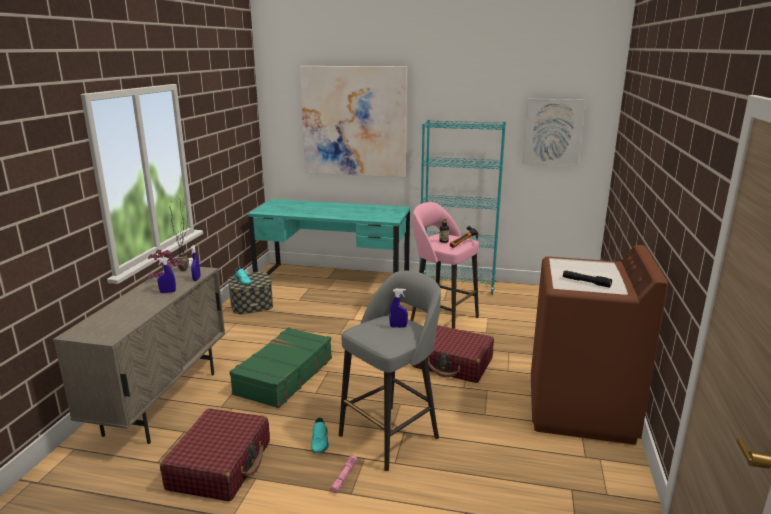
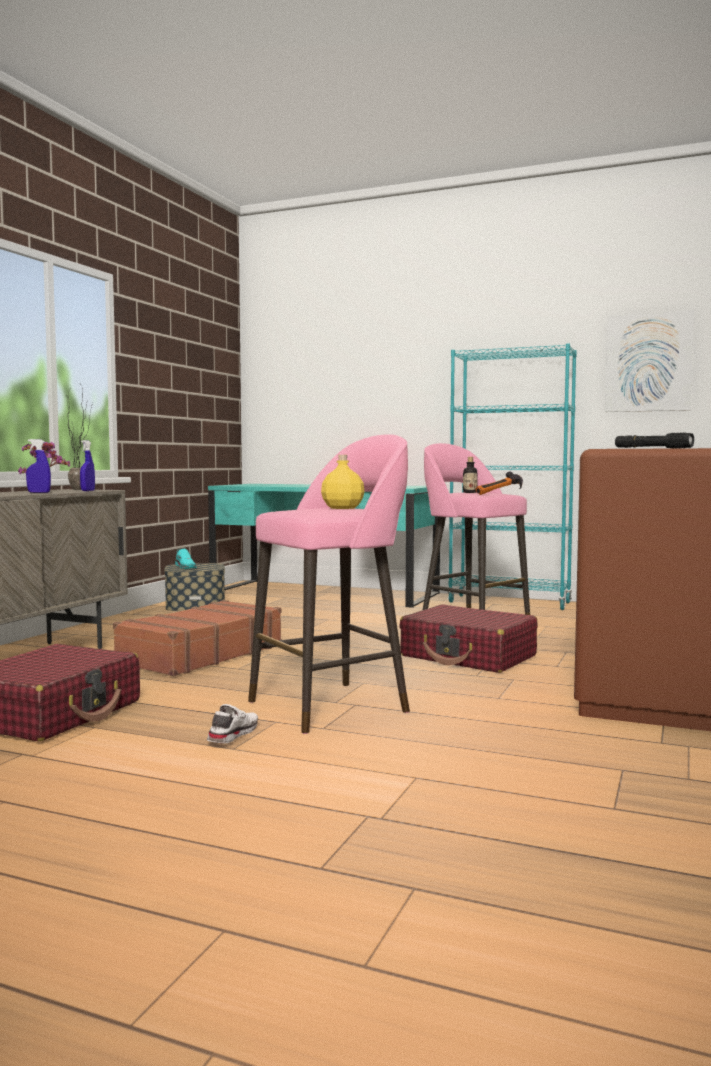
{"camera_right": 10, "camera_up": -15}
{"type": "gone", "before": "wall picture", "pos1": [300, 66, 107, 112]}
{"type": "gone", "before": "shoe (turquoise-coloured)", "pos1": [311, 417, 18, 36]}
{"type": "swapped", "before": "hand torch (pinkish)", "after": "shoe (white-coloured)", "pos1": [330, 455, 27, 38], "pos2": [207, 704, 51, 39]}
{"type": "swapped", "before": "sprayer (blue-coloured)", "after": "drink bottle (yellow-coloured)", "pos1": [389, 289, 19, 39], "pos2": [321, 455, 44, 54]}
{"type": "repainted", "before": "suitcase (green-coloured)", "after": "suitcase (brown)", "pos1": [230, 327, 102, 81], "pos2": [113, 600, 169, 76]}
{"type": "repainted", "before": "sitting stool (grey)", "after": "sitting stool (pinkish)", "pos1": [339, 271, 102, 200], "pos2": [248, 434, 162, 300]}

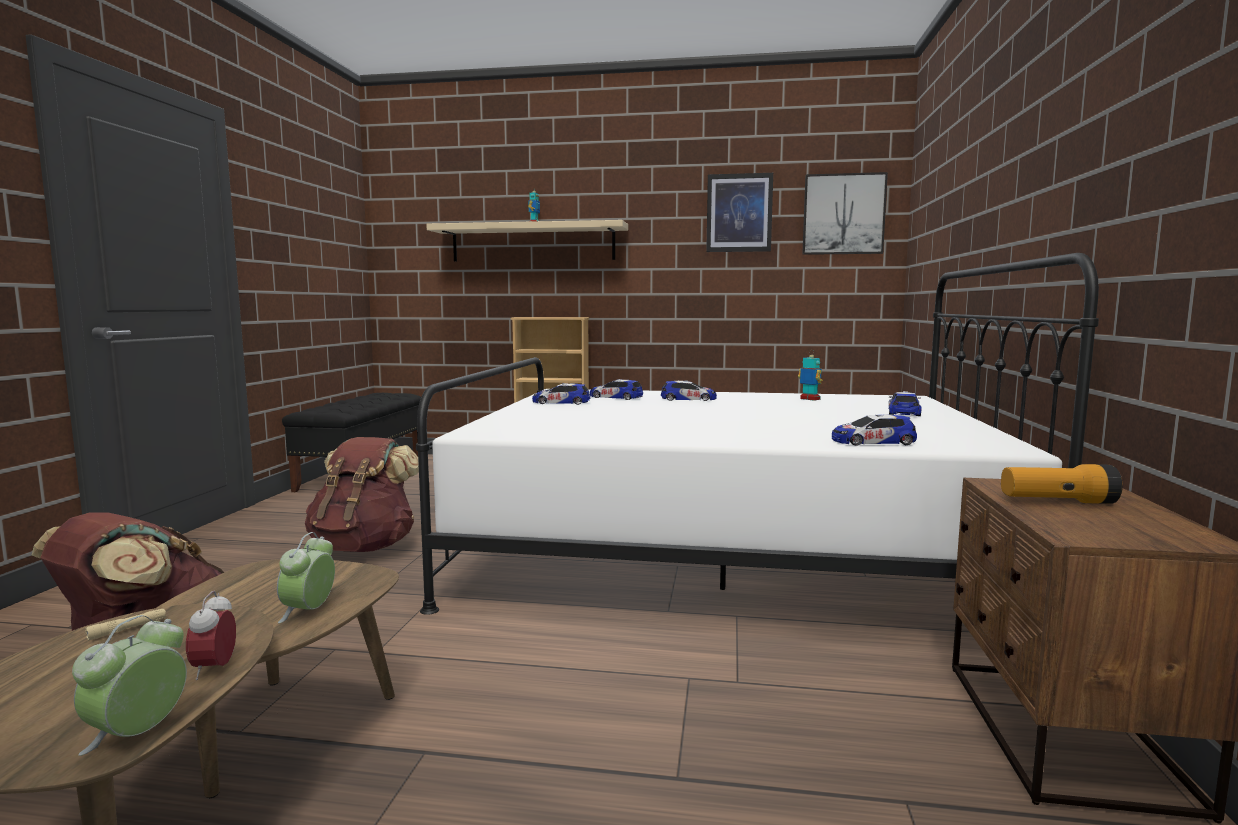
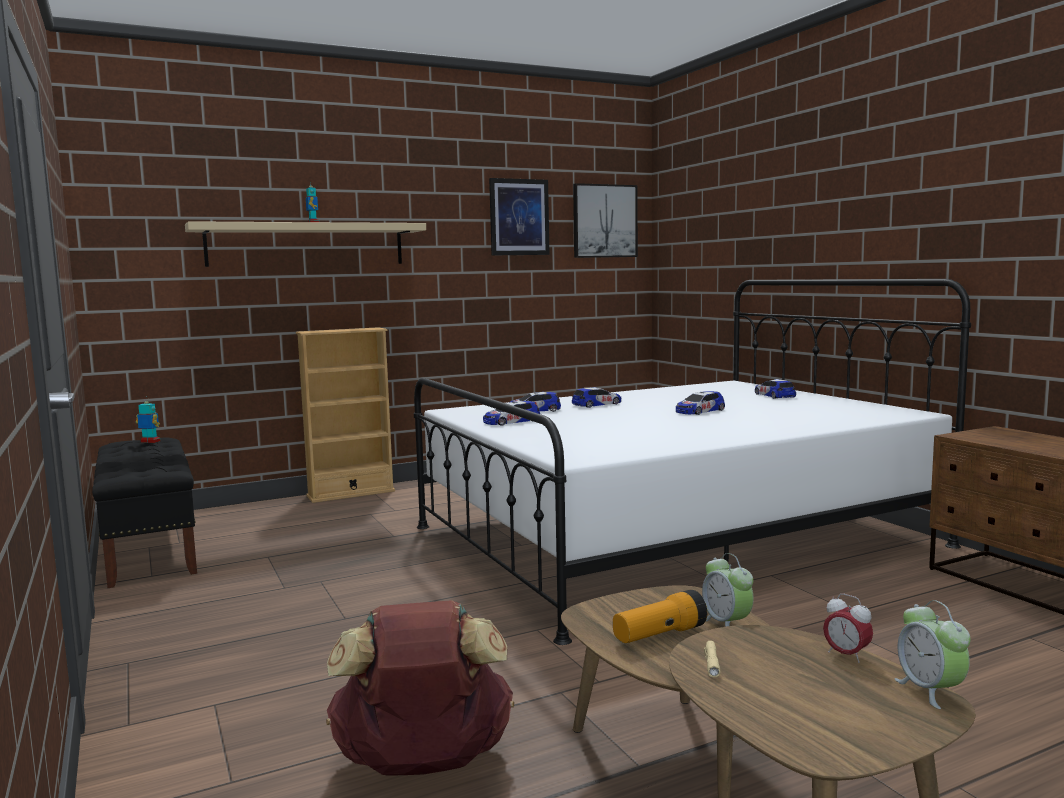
{"camera_right": -35, "camera_up": 0}
{"type": "gone", "before": "backpack (brown)", "pos1": [305, 437, 114, 115]}
{"type": "shifted", "before": "model robot", "pos1": [798, 351, 25, 50], "pos2": [136, 397, 25, 46]}
{"type": "shifted", "before": "toy car", "pos1": [832, 414, 85, 32], "pos2": [676, 391, 49, 24]}
{"type": "shifted", "before": "hand torch", "pos1": [1001, 464, 122, 40], "pos2": [613, 590, 94, 53]}

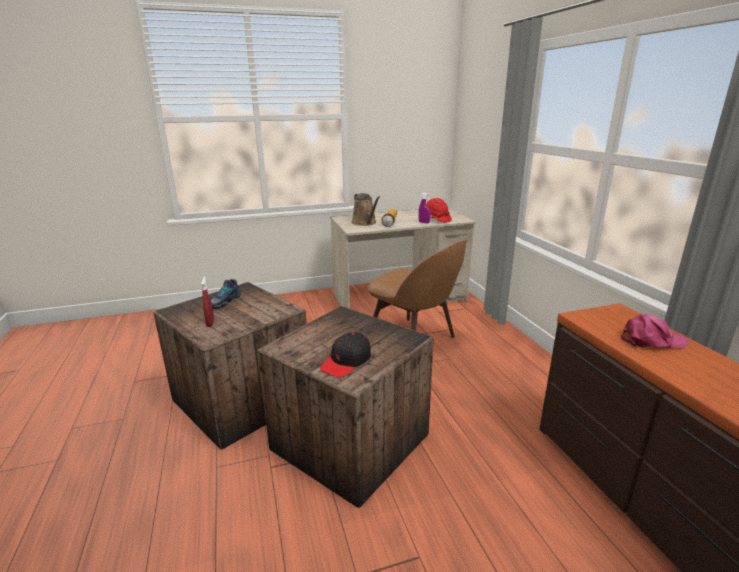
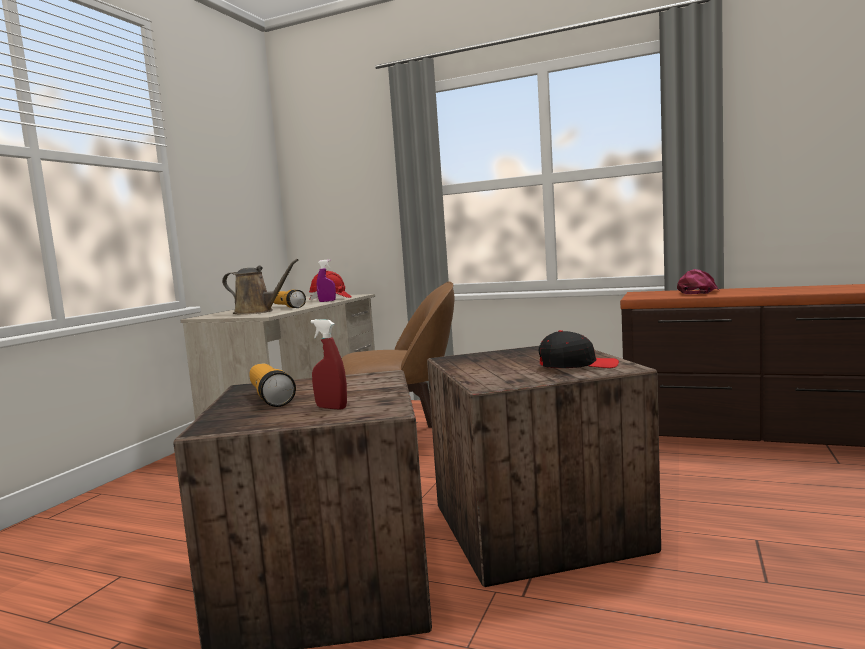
{"camera_right": -50, "camera_up": -15}
{"type": "swapped", "before": "shoe", "after": "hand torch", "pos1": [211, 279, 30, 30], "pos2": [249, 363, 47, 44]}
{"type": "rotated", "before": "peaked cap (black-coloured)", "pos1": [320, 332, 51, 46], "pos2": [538, 330, 81, 38], "turn": -75}

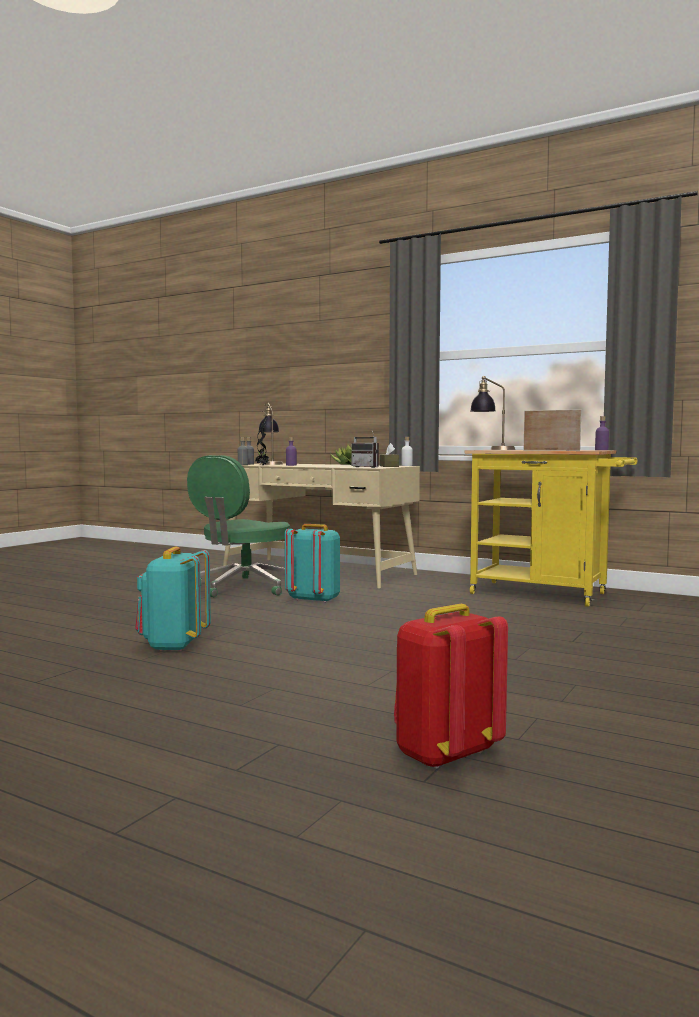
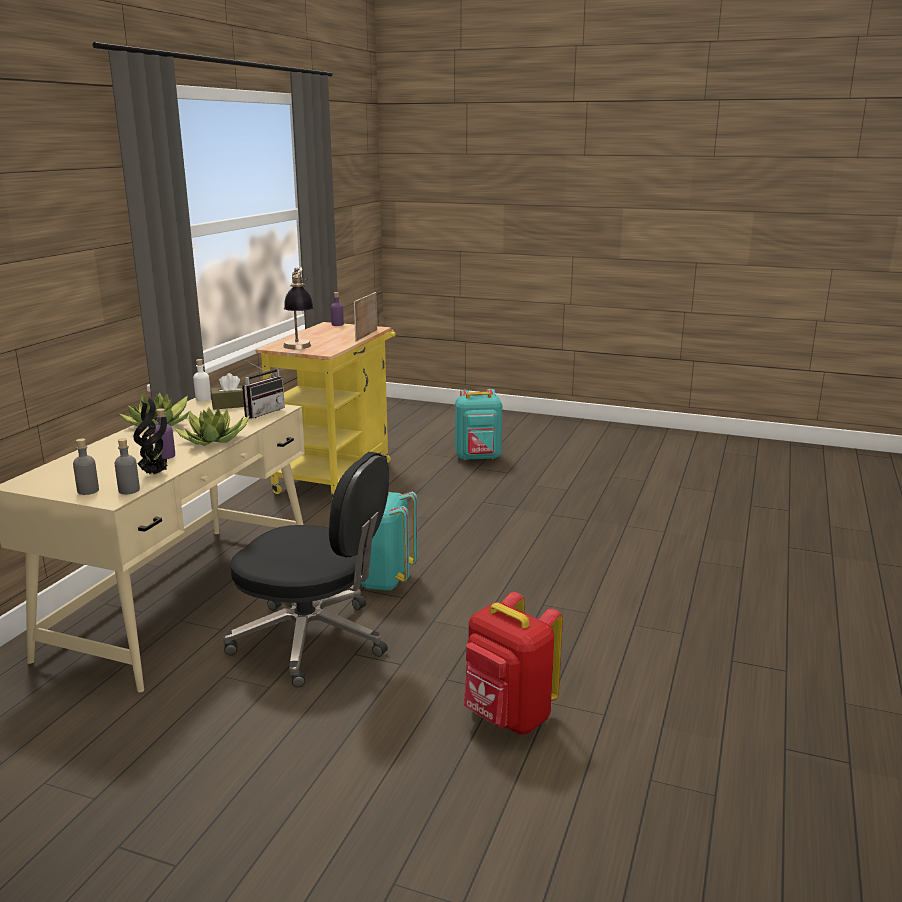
{"camera_right": -100, "camera_up": 15}
{"type": "gone", "before": "lamp for a table", "pos1": [258, 403, 25, 62]}
{"type": "new", "after": "houseplant", "pos2": [174, 408, 76, 38]}
{"type": "shifted", "before": "backpack (turquoise-coloured)", "pos1": [135, 547, 76, 105], "pos2": [455, 389, 47, 71]}
{"type": "shifted", "before": "backpack (reddish)", "pos1": [394, 604, 114, 165], "pos2": [464, 592, 99, 142]}
{"type": "repainted", "before": "desk chair (green-coloured)", "after": "desk chair (black-coloured)", "pos1": [187, 455, 103, 142], "pos2": [223, 452, 166, 235]}

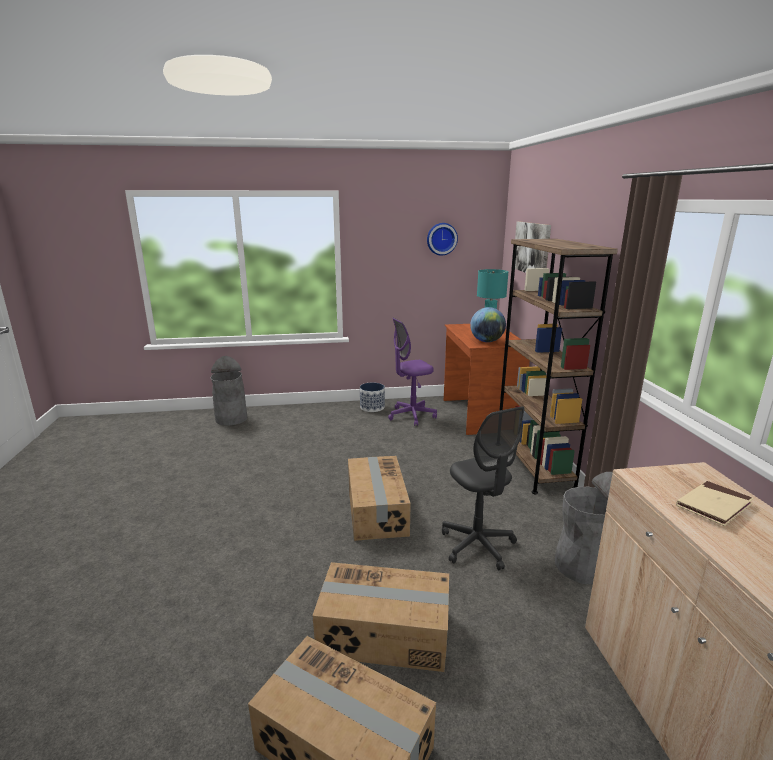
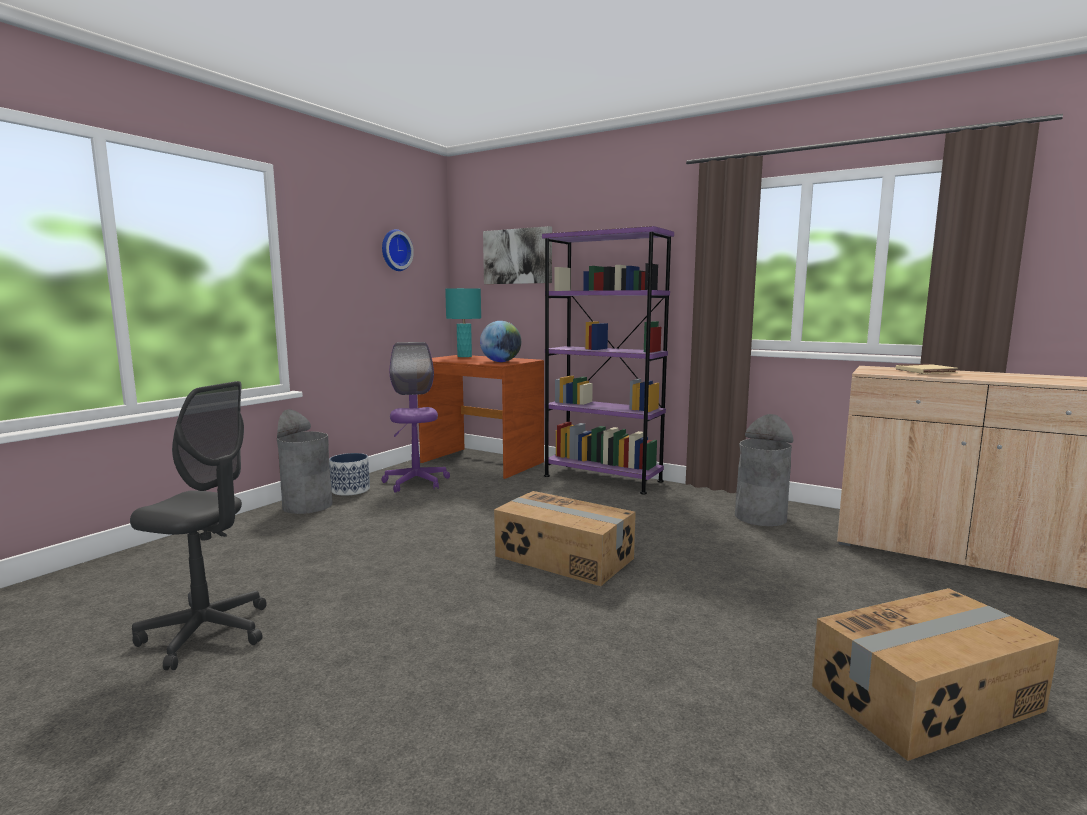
{"camera_right": -50, "camera_up": -10}
{"type": "gone", "before": "carton", "pos1": [312, 562, 137, 110]}
{"type": "shifted", "before": "waste bin (grey)", "pos1": [210, 356, 37, 70], "pos2": [277, 409, 56, 105]}
{"type": "shifted", "before": "desk chair (grey)", "pos1": [442, 406, 83, 164], "pos2": [130, 381, 137, 289]}
{"type": "repainted", "before": "bookcase (brown)", "after": "bookcase (purple)", "pos1": [499, 239, 119, 256], "pos2": [542, 226, 132, 268]}
{"type": "rotated", "before": "desk chair (purple)", "pos1": [388, 318, 49, 108], "pos2": [382, 342, 68, 151], "turn": 150}

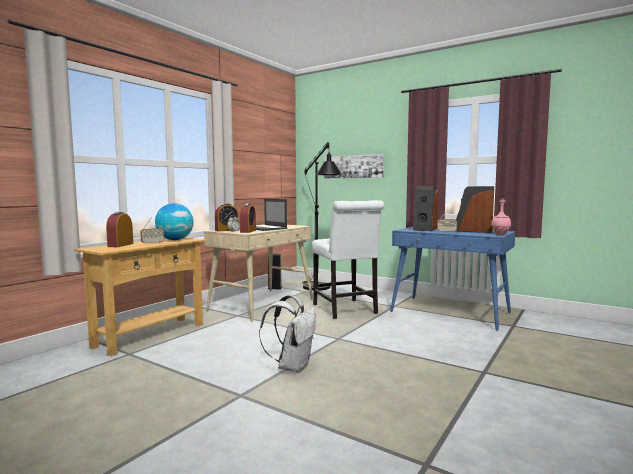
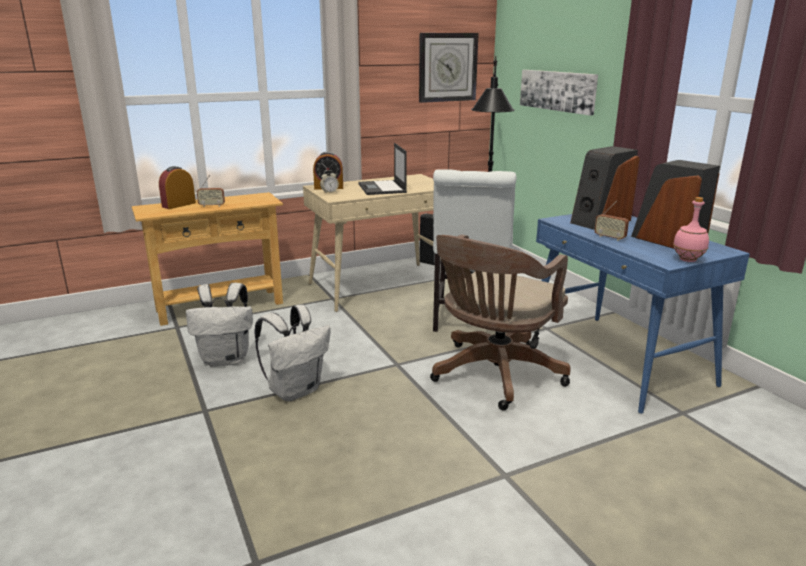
{"camera_right": 30, "camera_up": 15}
{"type": "gone", "before": "globe", "pos1": [155, 203, 39, 37]}
{"type": "gone", "before": "bedside clock", "pos1": [240, 204, 16, 29]}
{"type": "new", "after": "backpack (white-coloured)", "pos2": [186, 283, 67, 84]}
{"type": "new", "after": "wall clock", "pos2": [419, 33, 60, 70]}
{"type": "new", "after": "desk chair (brown)", "pos2": [430, 235, 141, 176]}

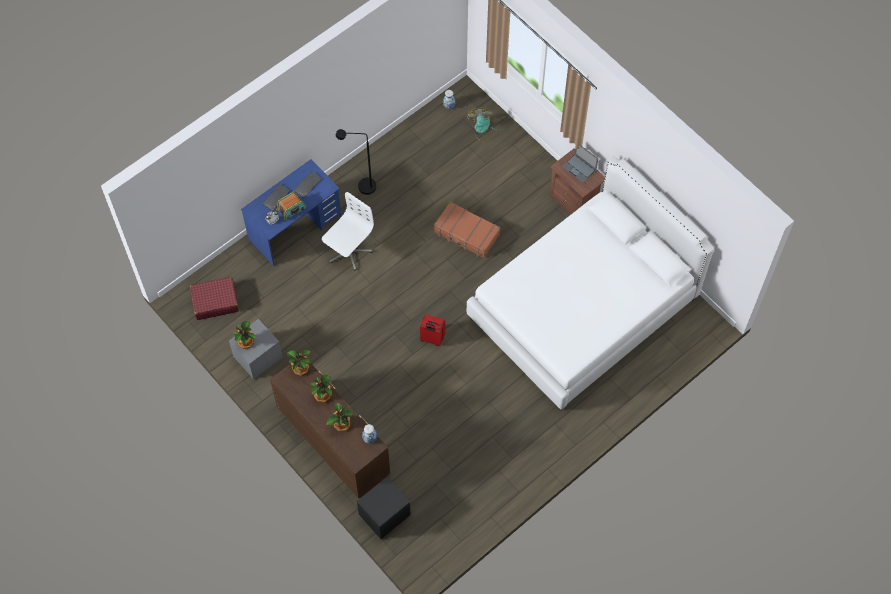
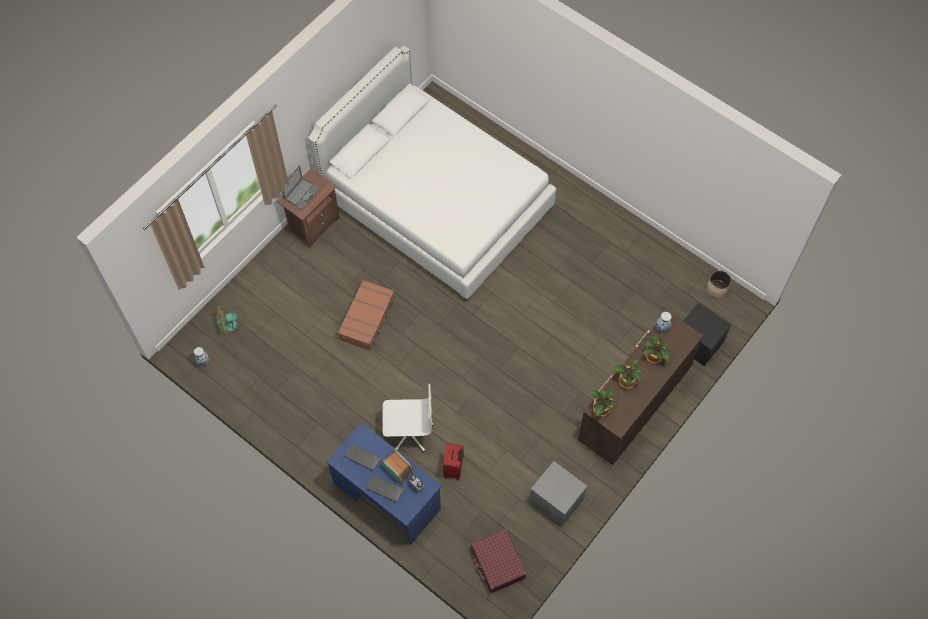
{"camera_right": -100, "camera_up": 0}
{"type": "gone", "before": "houseplant", "pos1": [233, 321, 23, 28]}
{"type": "gone", "before": "floor lamp (black-coloured)", "pos1": [336, 129, 40, 66]}
{"type": "new", "after": "planter", "pos2": [707, 270, 24, 28]}
{"type": "shifted", "before": "suitcase (reddish)", "pos1": [420, 314, 25, 32], "pos2": [443, 443, 20, 37]}
{"type": "rotated", "before": "desk chair (white-coloured)", "pos1": [322, 192, 52, 79], "pos2": [383, 383, 50, 69], "turn": 150}

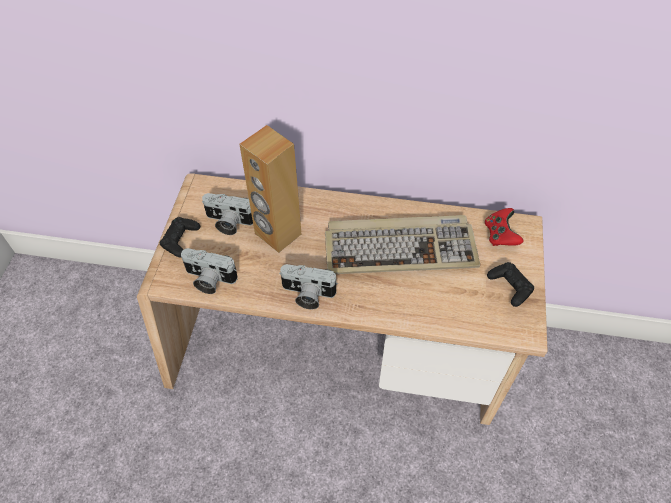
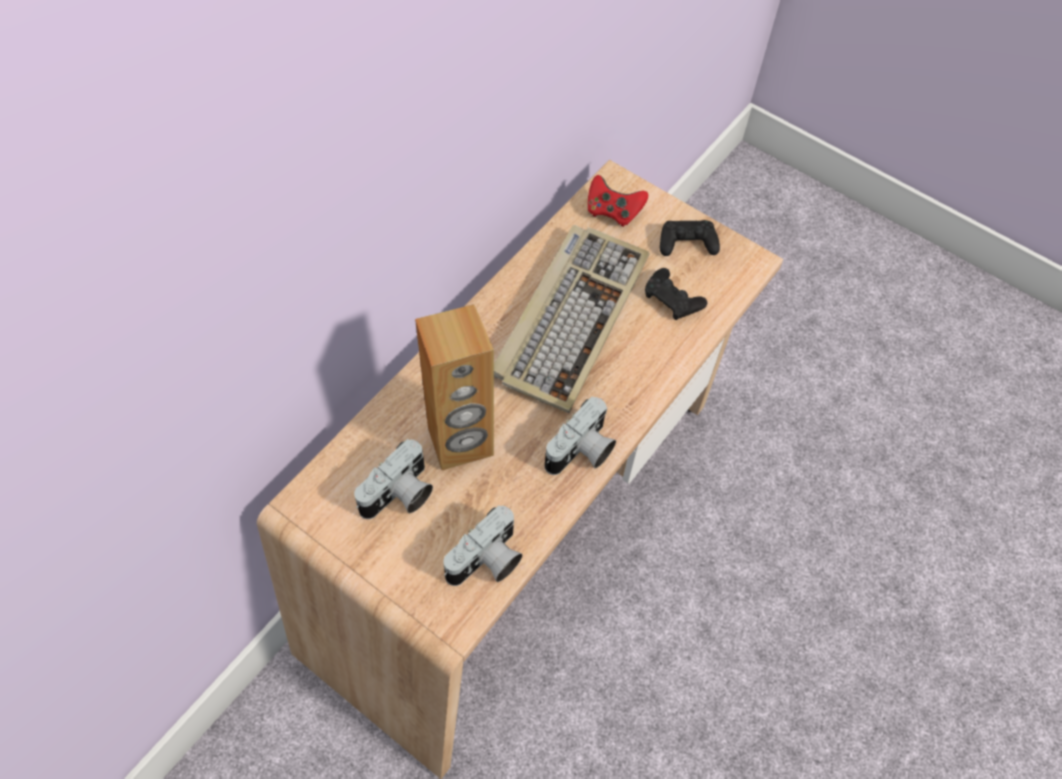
{"camera_right": -65, "camera_up": 5}
{"type": "shifted", "before": "game controller (black-coloured)", "pos1": [160, 217, 40, 41], "pos2": [645, 268, 62, 52]}

